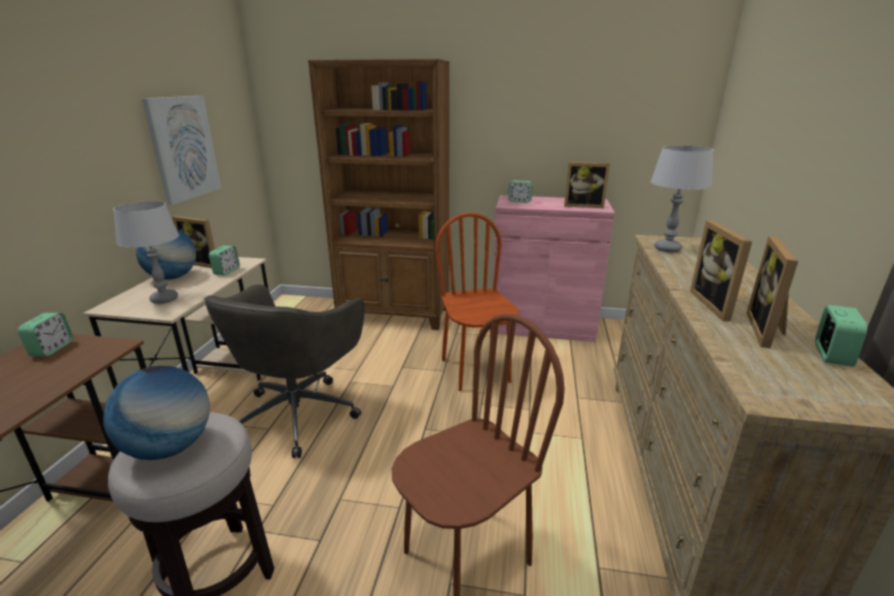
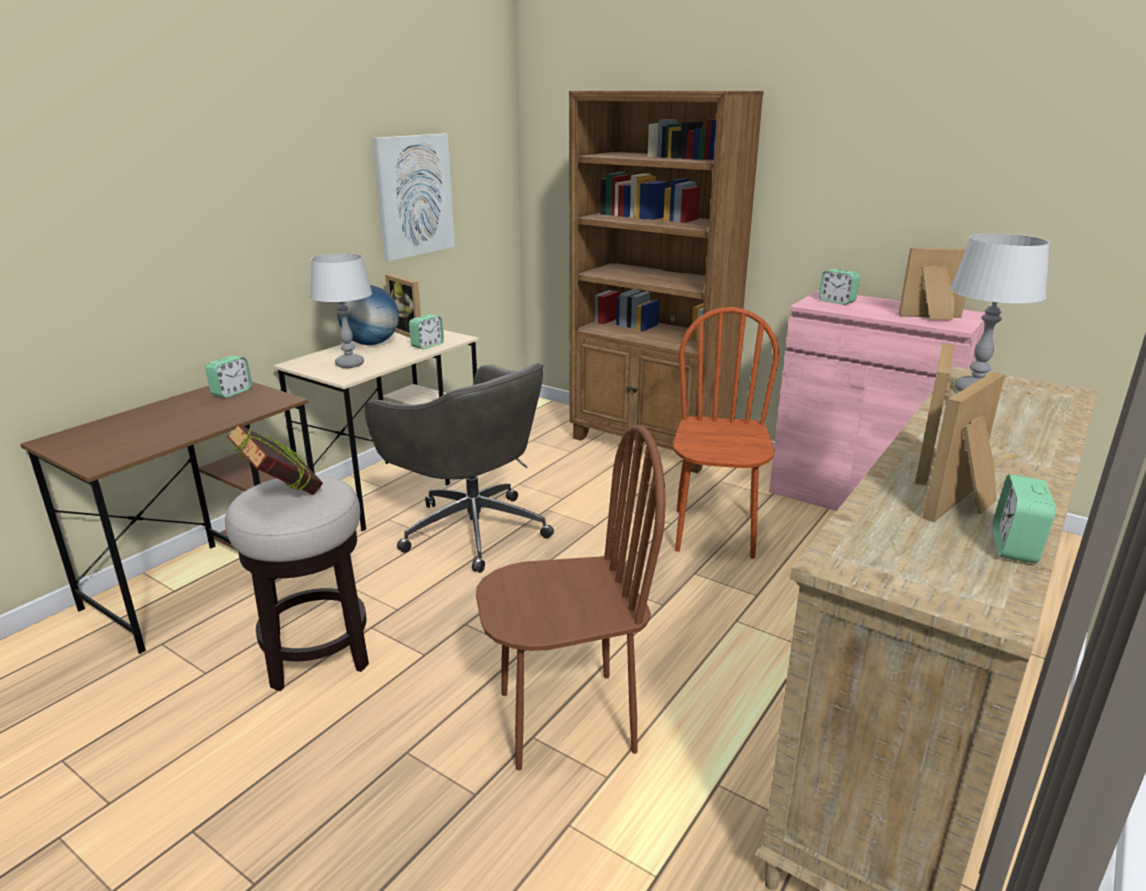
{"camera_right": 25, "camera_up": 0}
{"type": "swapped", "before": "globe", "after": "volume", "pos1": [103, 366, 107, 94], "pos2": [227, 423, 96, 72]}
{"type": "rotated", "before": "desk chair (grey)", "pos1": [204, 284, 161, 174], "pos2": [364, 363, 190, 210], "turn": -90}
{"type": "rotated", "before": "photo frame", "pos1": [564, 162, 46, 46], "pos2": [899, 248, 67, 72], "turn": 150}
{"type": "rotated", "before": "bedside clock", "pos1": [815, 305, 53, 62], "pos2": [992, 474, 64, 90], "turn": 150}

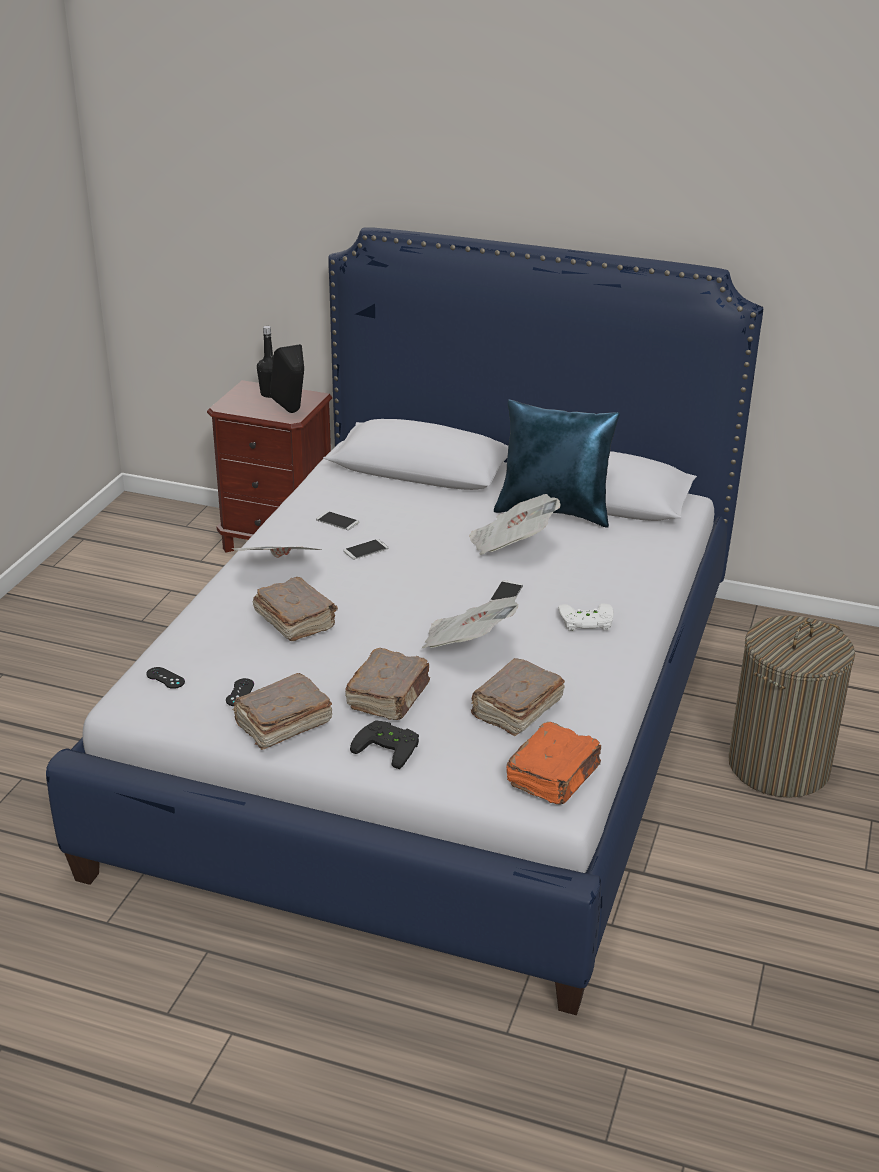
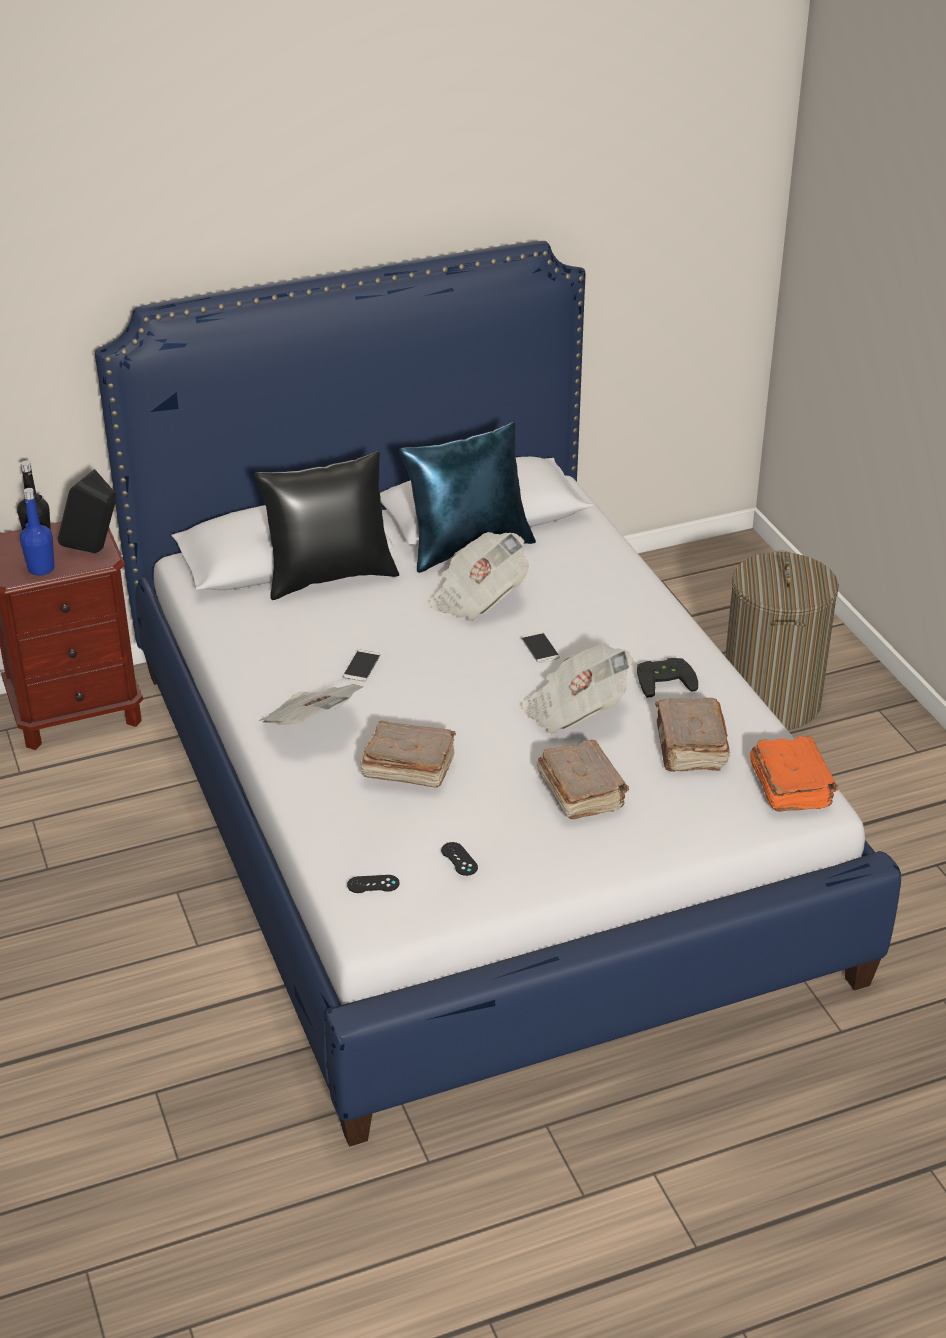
{"camera_right": -40, "camera_up": 5}
{"type": "gone", "before": "volume (brown)", "pos1": [233, 673, 99, 77]}
{"type": "gone", "before": "telephone", "pos1": [316, 511, 43, 19]}
{"type": "gone", "before": "game controller (white-coloured)", "pos1": [558, 603, 56, 28]}
{"type": "new", "after": "drink bottle (blue-coloured)", "pos2": [20, 488, 34, 88]}
{"type": "new", "after": "cushion (black-coloured)", "pos2": [254, 451, 145, 149]}
{"type": "shifted", "before": "game controller (black-coloured)", "pos1": [350, 720, 69, 49], "pos2": [637, 658, 61, 40]}

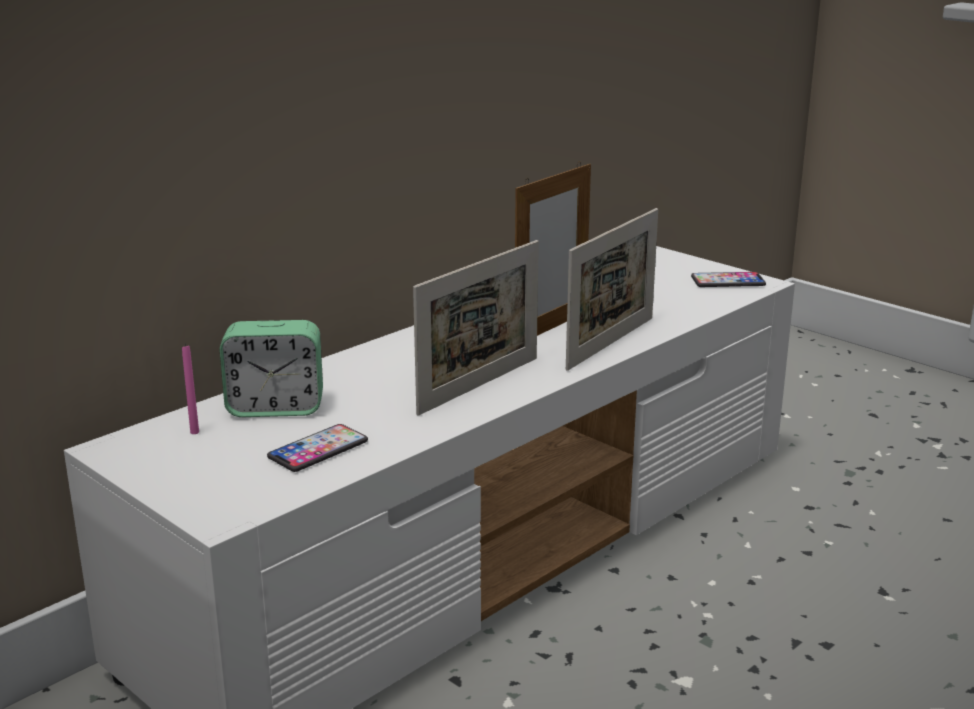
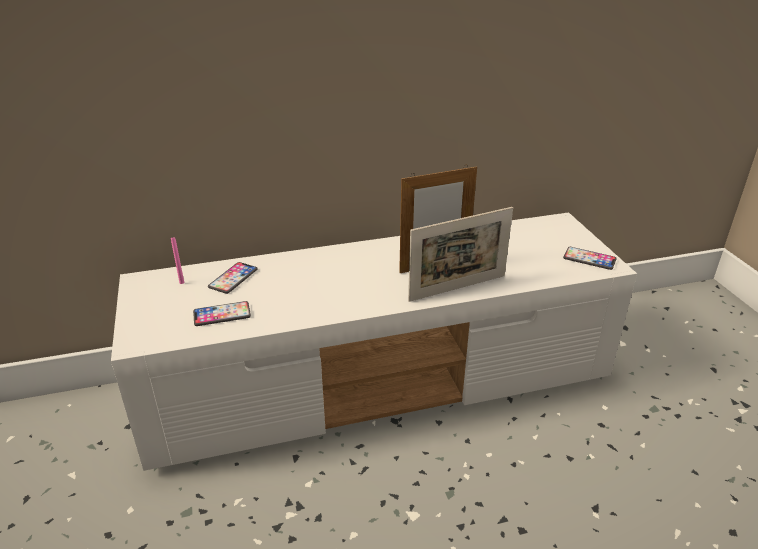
{"camera_right": 30, "camera_up": 10}
{"type": "gone", "before": "photo frame", "pos1": [413, 240, 126, 176]}
{"type": "swapped", "before": "bedside clock", "after": "telephone", "pos1": [220, 320, 103, 97], "pos2": [208, 262, 49, 32]}

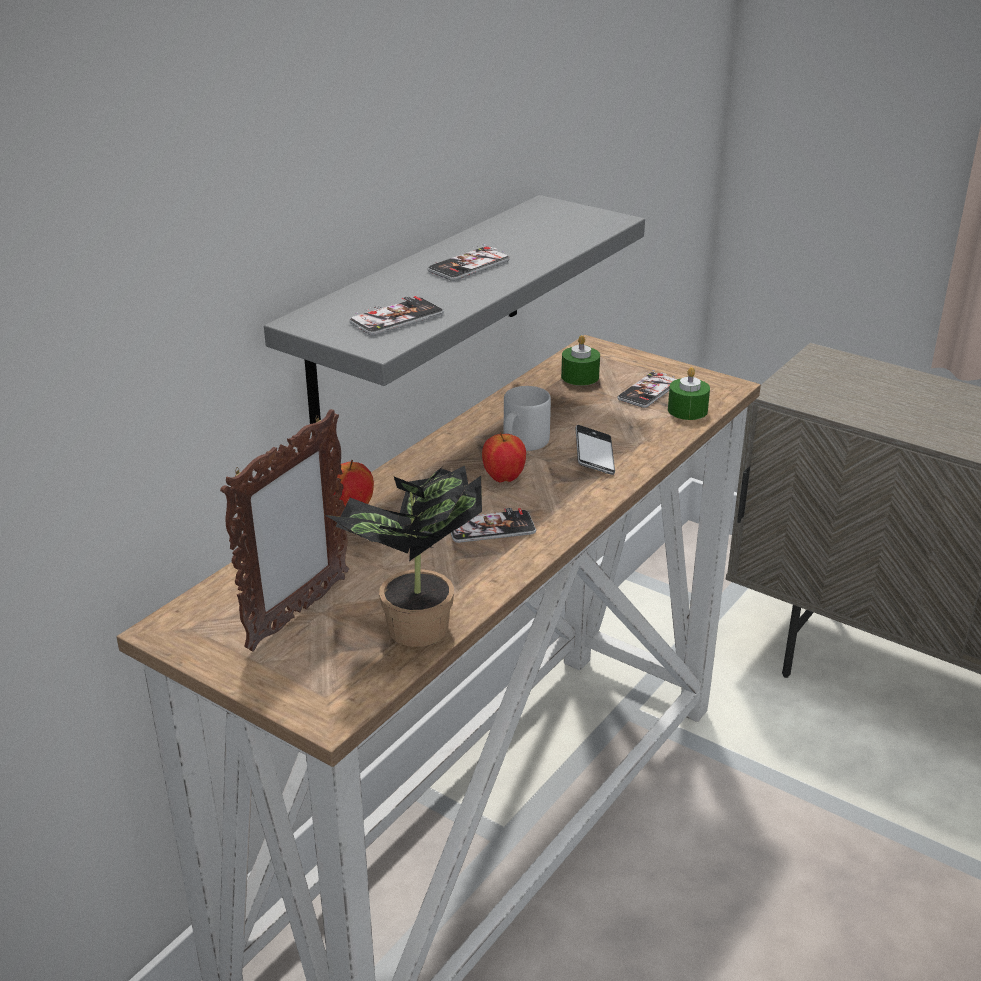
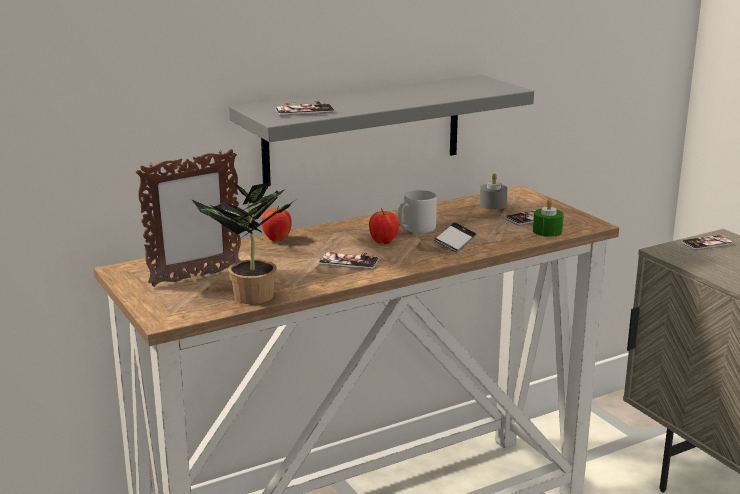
{"camera_right": 25, "camera_up": -10}
{"type": "shifted", "before": "telephone", "pos1": [428, 244, 82, 37], "pos2": [681, 233, 52, 17]}
{"type": "repainted", "before": "candle (green-coloured)", "after": "candle (grey)", "pos1": [561, 335, 39, 51], "pos2": [480, 174, 28, 35]}

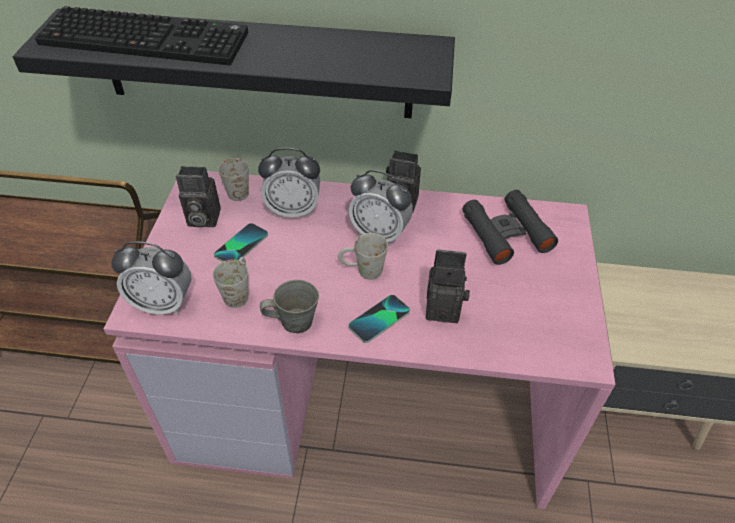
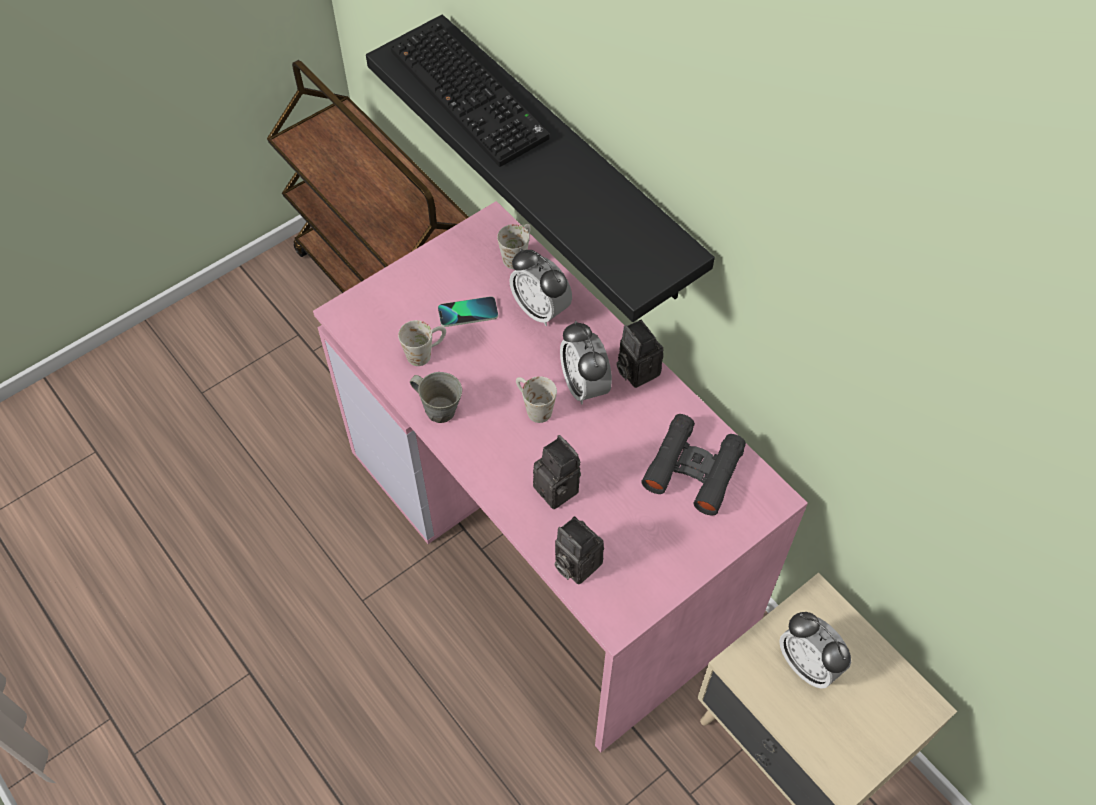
{"camera_right": 45, "camera_up": 10}
{"type": "gone", "before": "telephone", "pos1": [349, 295, 61, 48]}
{"type": "shifted", "before": "bedside clock", "pos1": [111, 242, 80, 73], "pos2": [779, 612, 72, 77]}
{"type": "shifted", "before": "photo camera", "pos1": [176, 166, 45, 61], "pos2": [554, 516, 50, 68]}

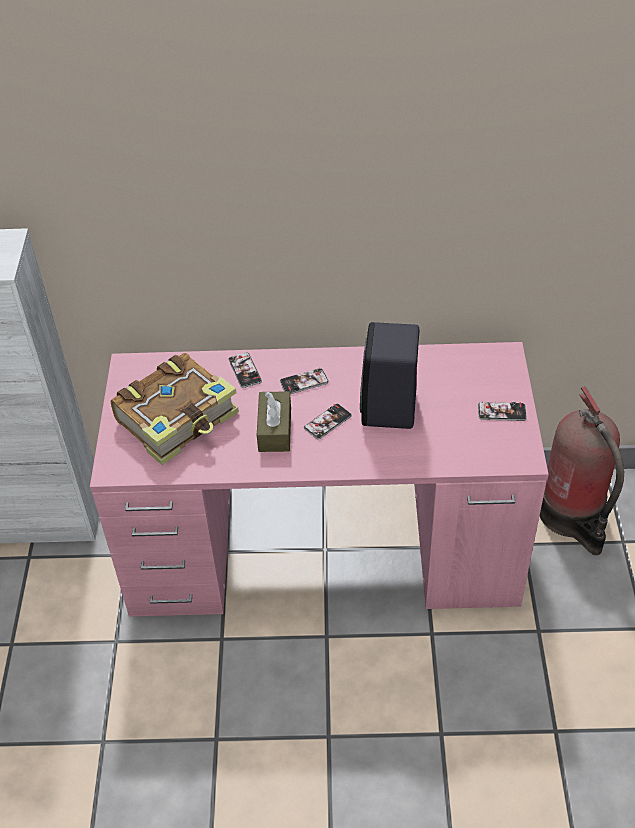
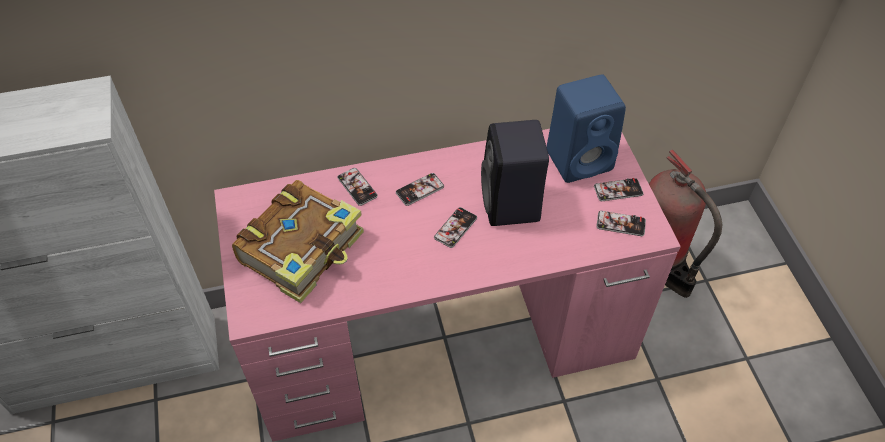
{"camera_right": -15, "camera_up": 5}
{"type": "gone", "before": "tissue box (brown)", "pos1": [257, 391, 34, 61]}
{"type": "new", "after": "loudspeaker (blue-coloured)", "pos2": [546, 74, 80, 109]}
{"type": "new", "after": "telephone", "pos2": [596, 211, 50, 25]}

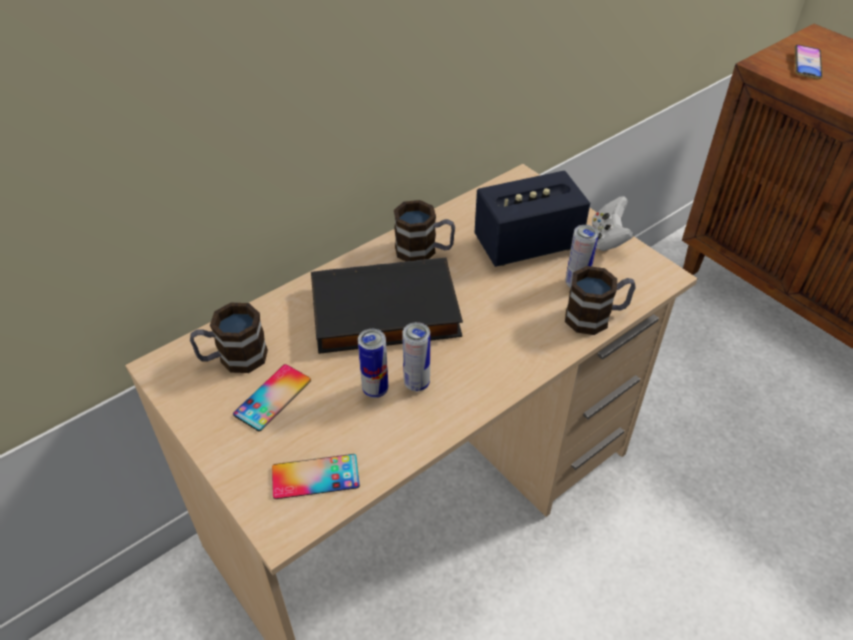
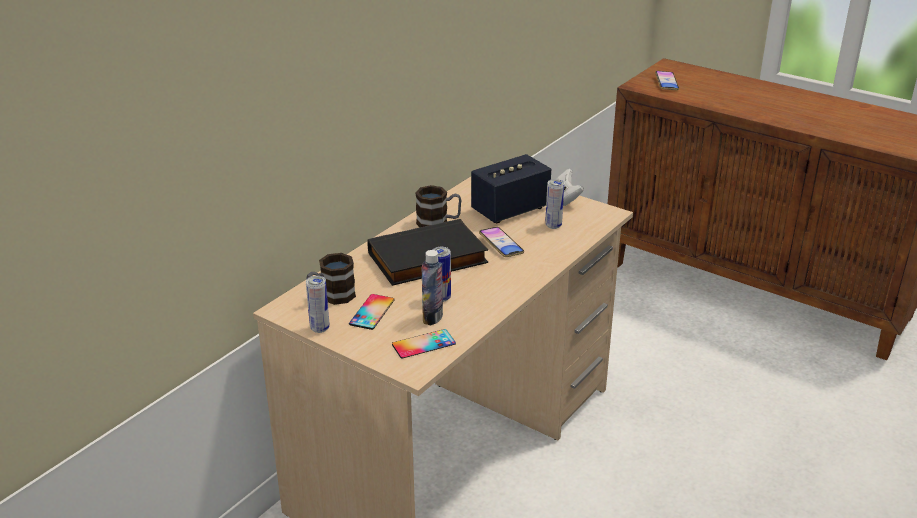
{"camera_right": -15, "camera_up": -15}
{"type": "gone", "before": "coffee mug", "pos1": [565, 266, 71, 69]}
{"type": "new", "after": "drink bottle", "pos2": [421, 250, 22, 75]}
{"type": "new", "after": "telephone", "pos2": [479, 227, 45, 30]}
{"type": "shifted", "before": "metal can", "pos1": [402, 322, 28, 69], "pos2": [306, 276, 24, 57]}

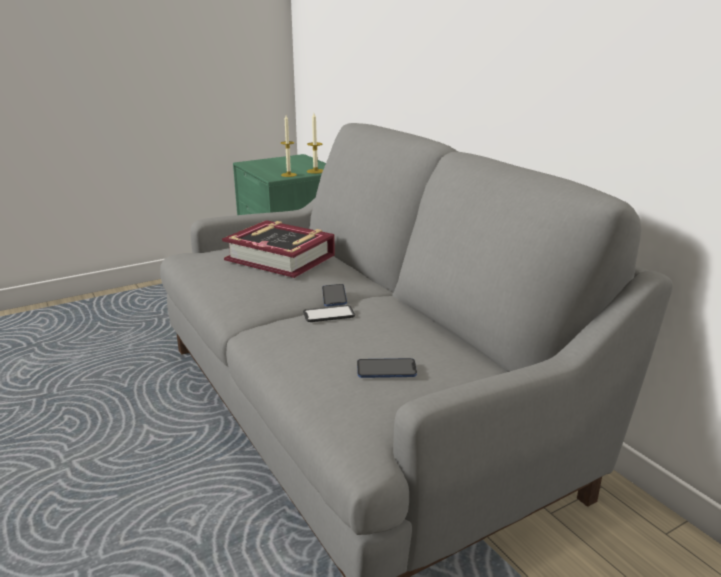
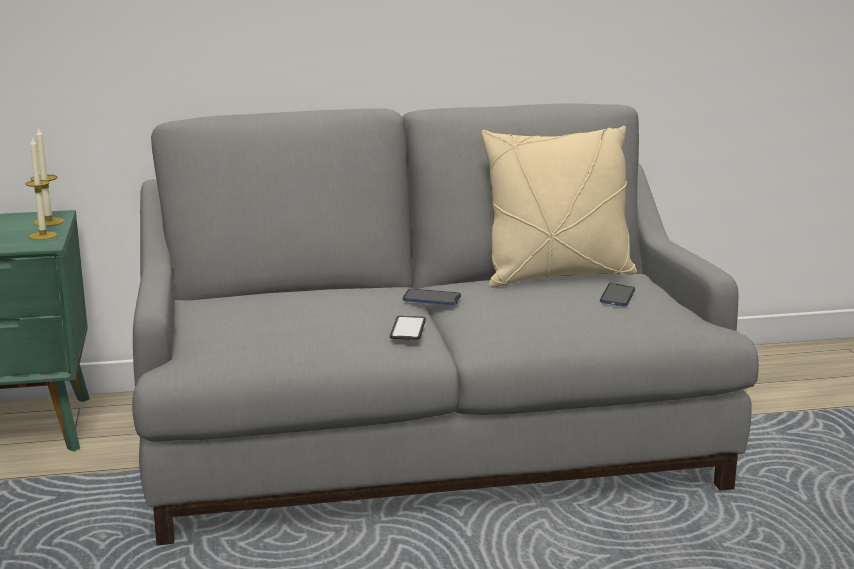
{"camera_right": -70, "camera_up": -5}
{"type": "gone", "before": "volume", "pos1": [222, 220, 113, 58]}
{"type": "new", "after": "cushion (sand-coloured)", "pos2": [481, 126, 156, 162]}
{"type": "shifted", "before": "telephone", "pos1": [303, 305, 52, 17], "pos2": [390, 316, 36, 24]}

